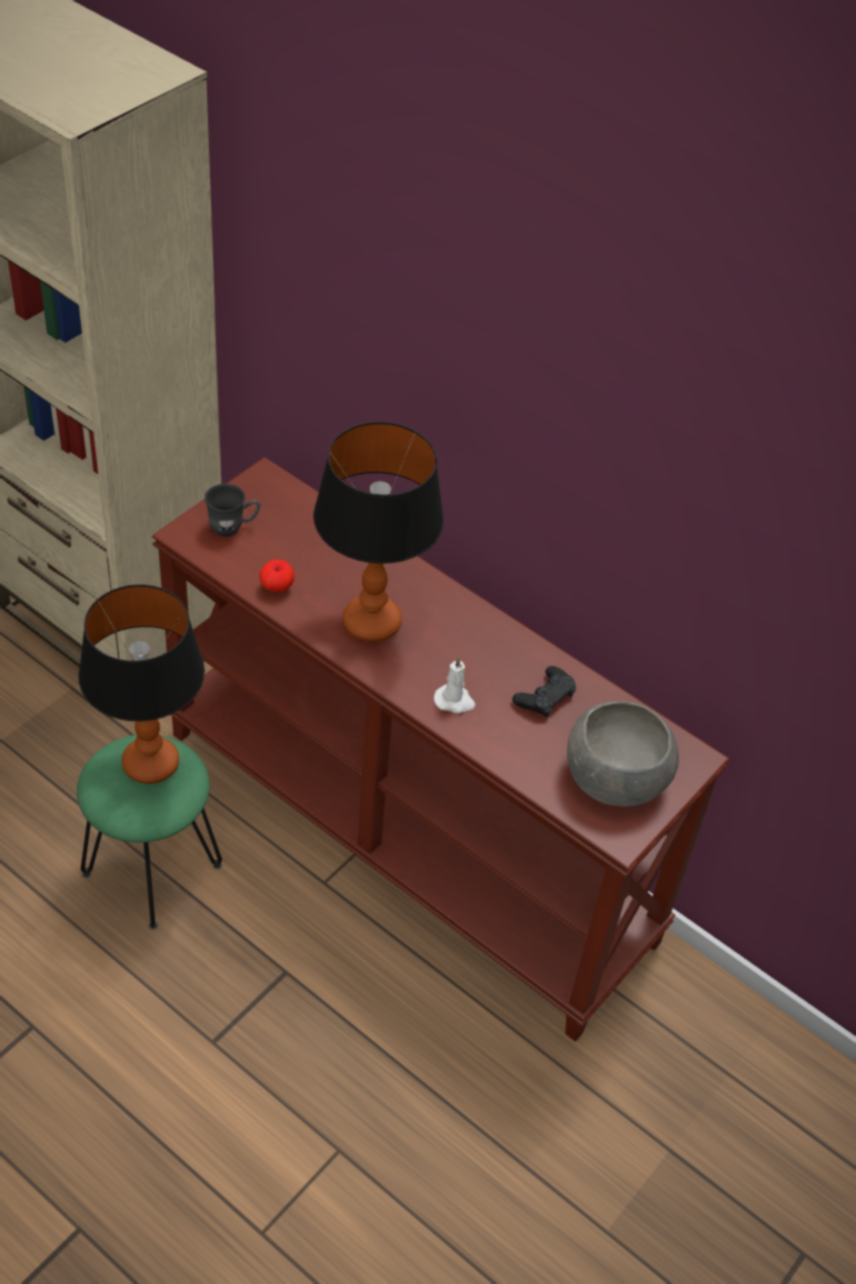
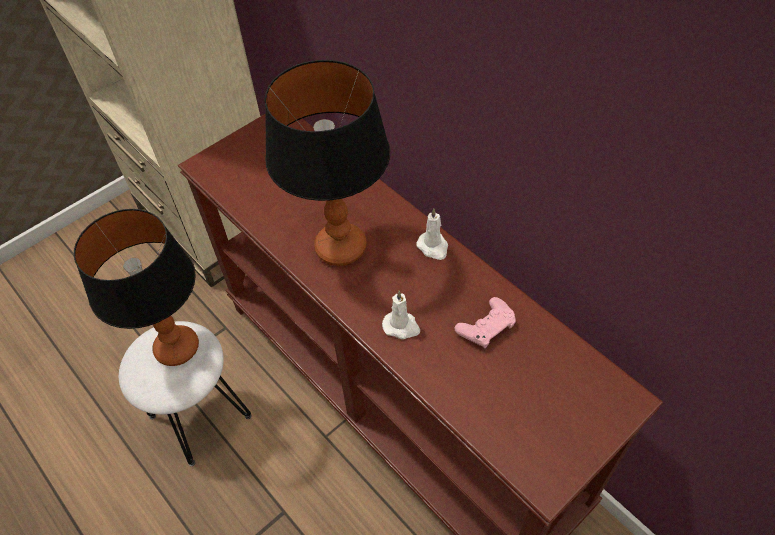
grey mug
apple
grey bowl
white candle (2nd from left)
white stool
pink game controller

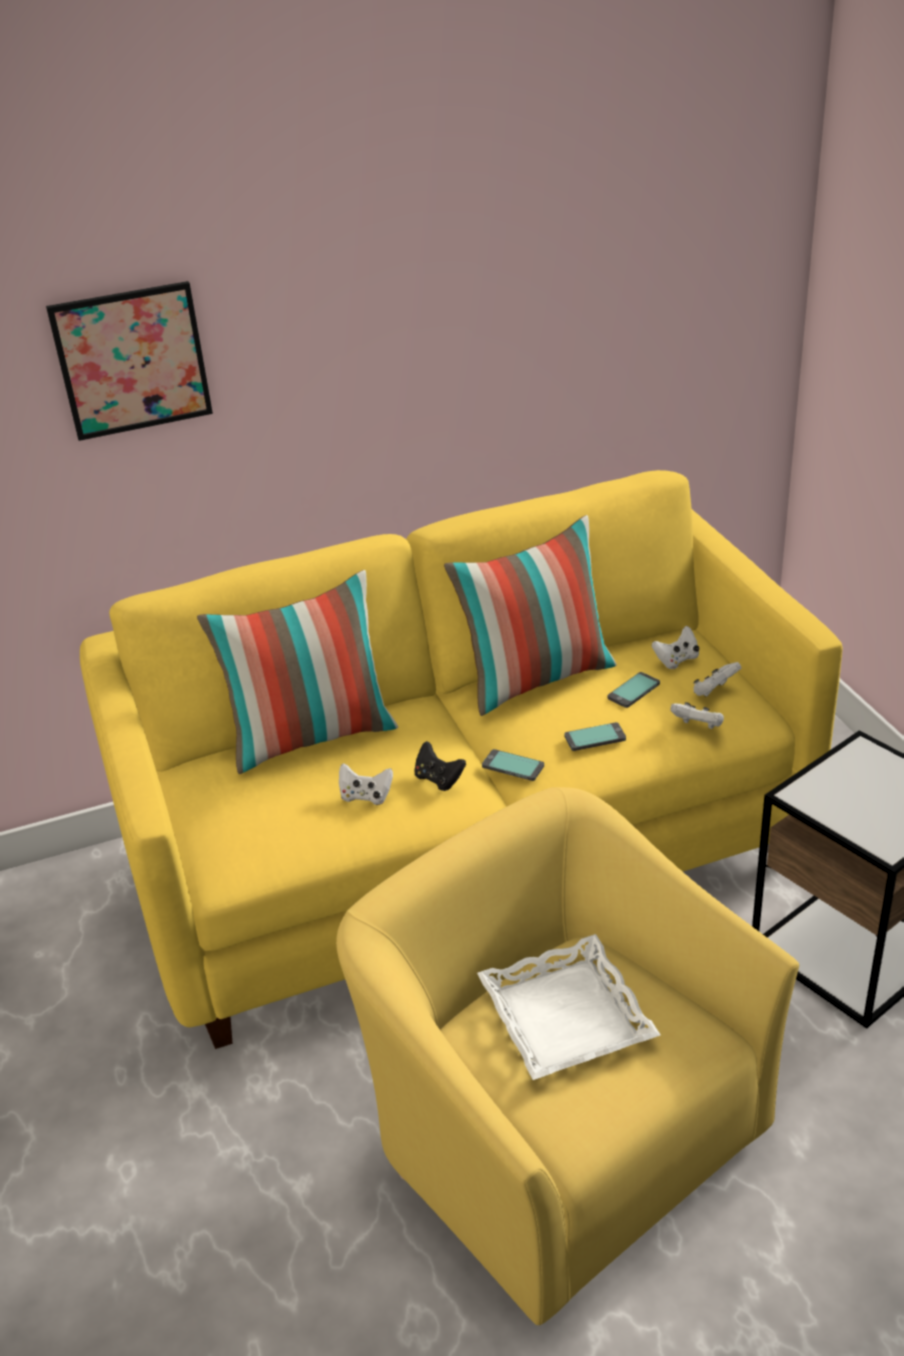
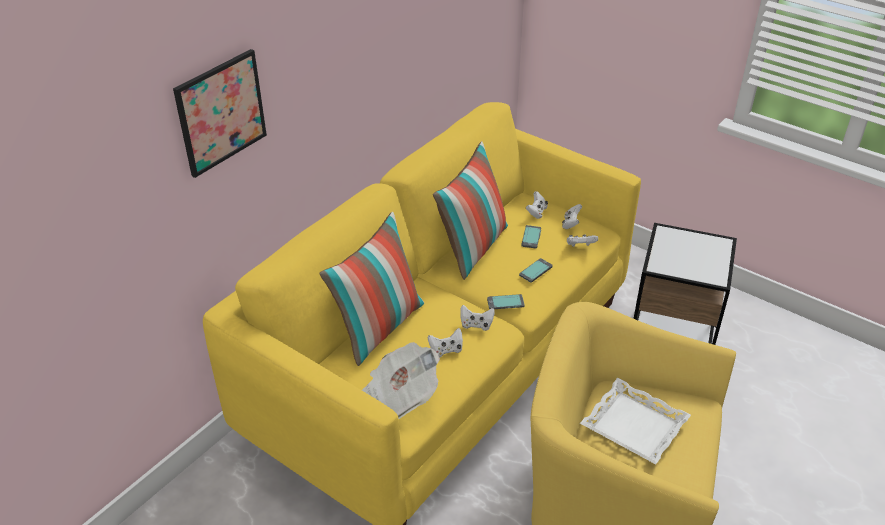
newspaper
white game controller (2nd from left)

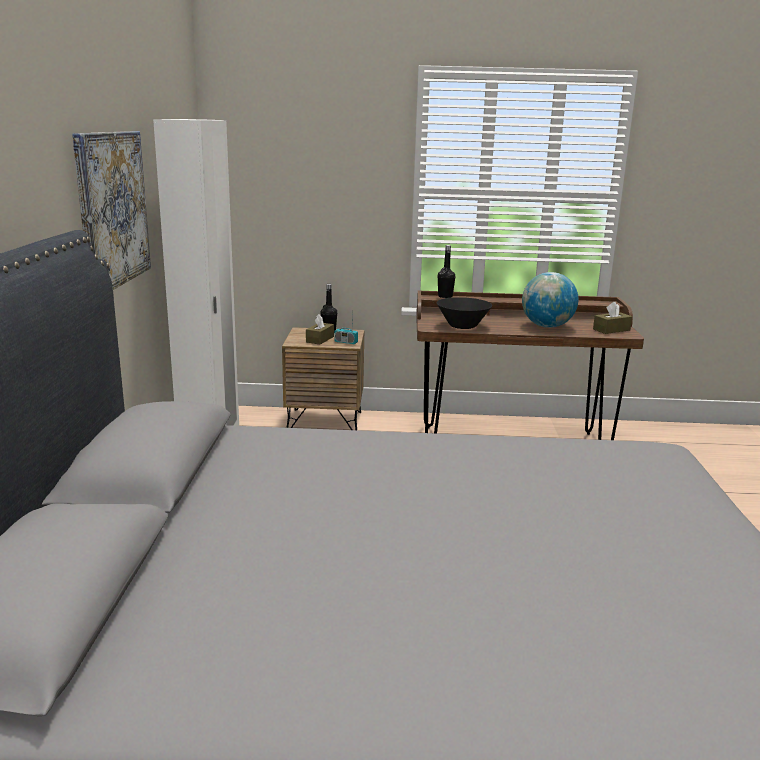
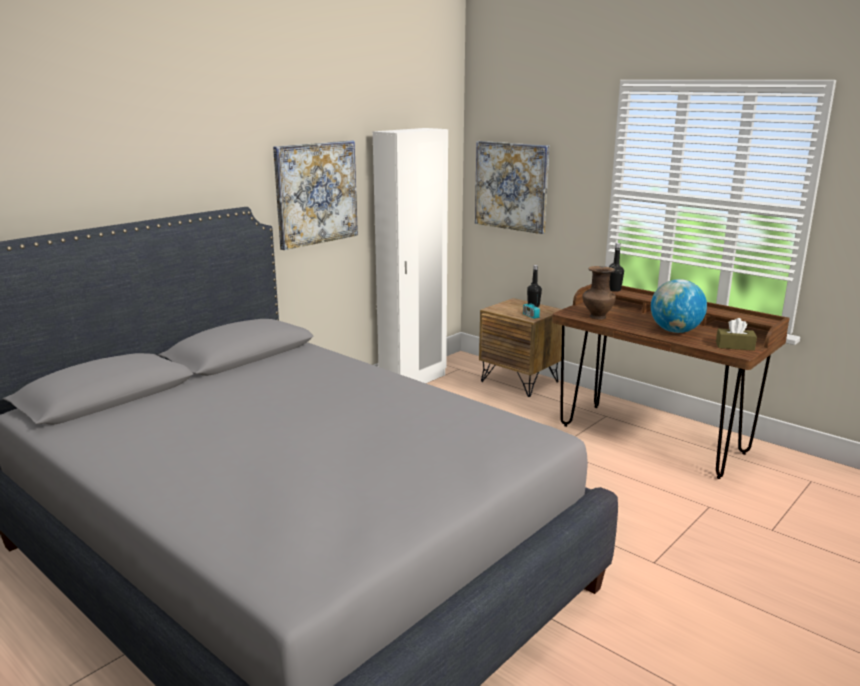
brown tissue box (1st from left in the first image)
picture (2nd from left)
brown vase

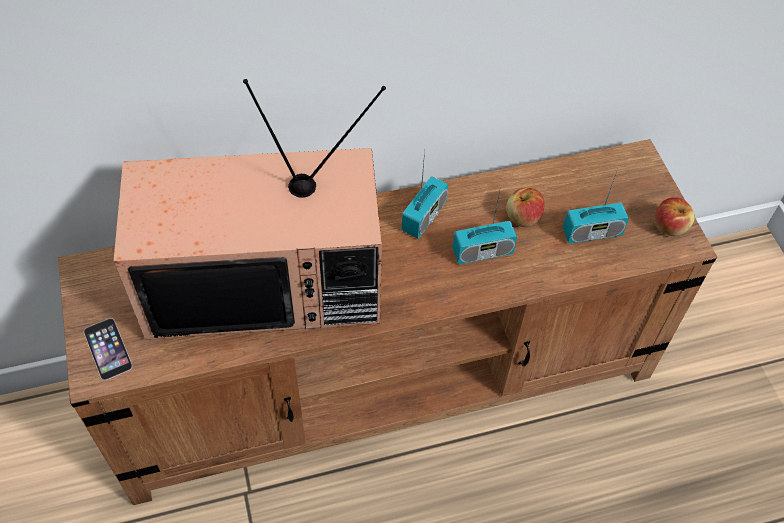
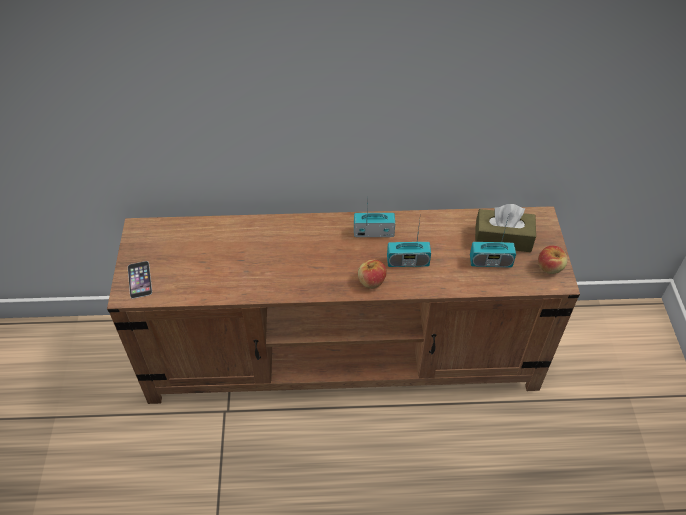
television
brown tissue box
apple (1st from left)
radio (1st from left)

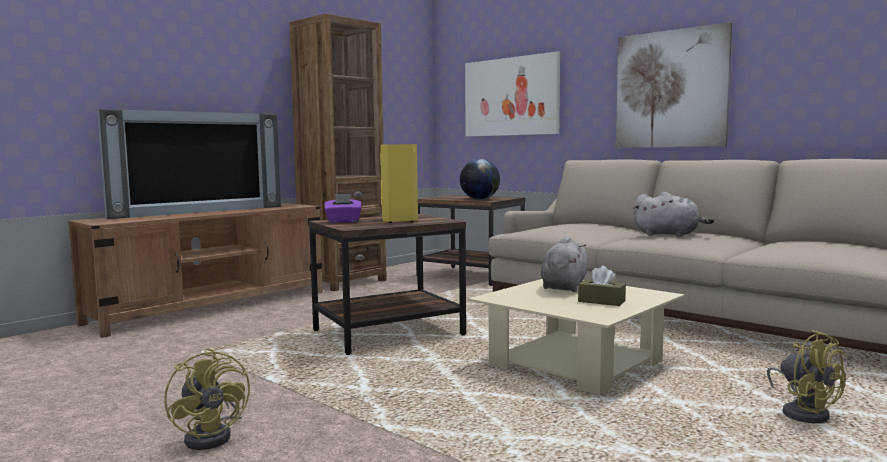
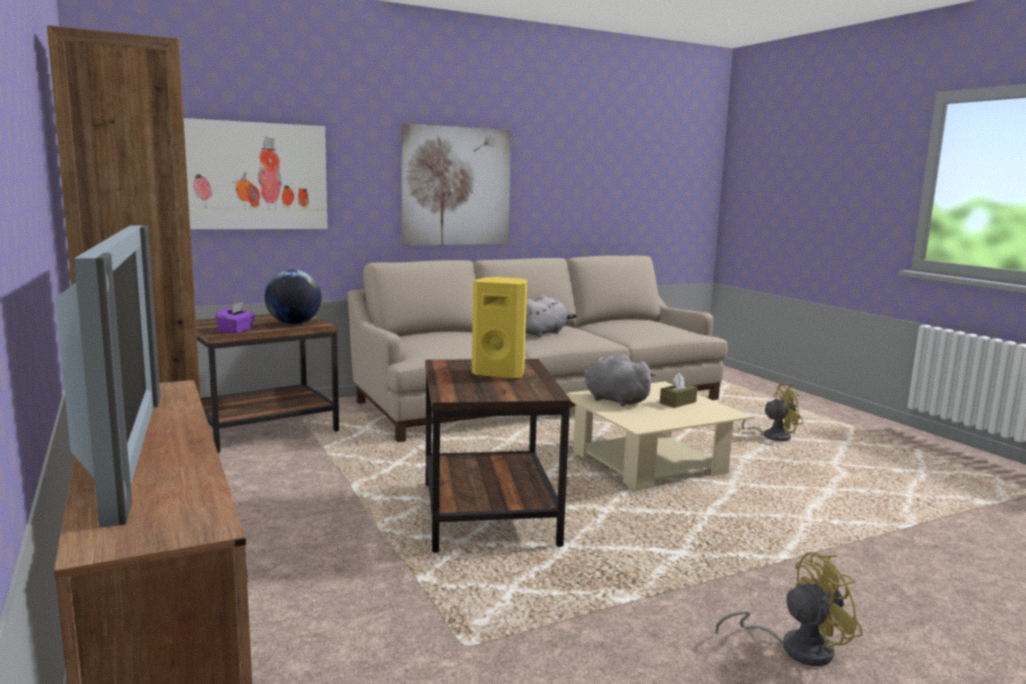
purple tissue box

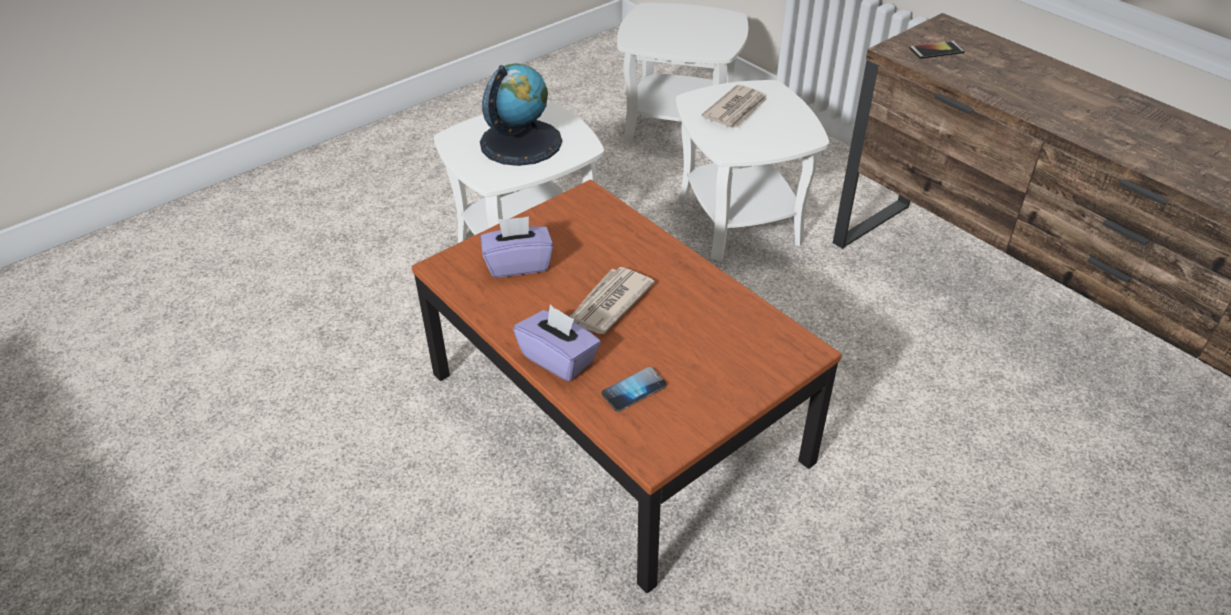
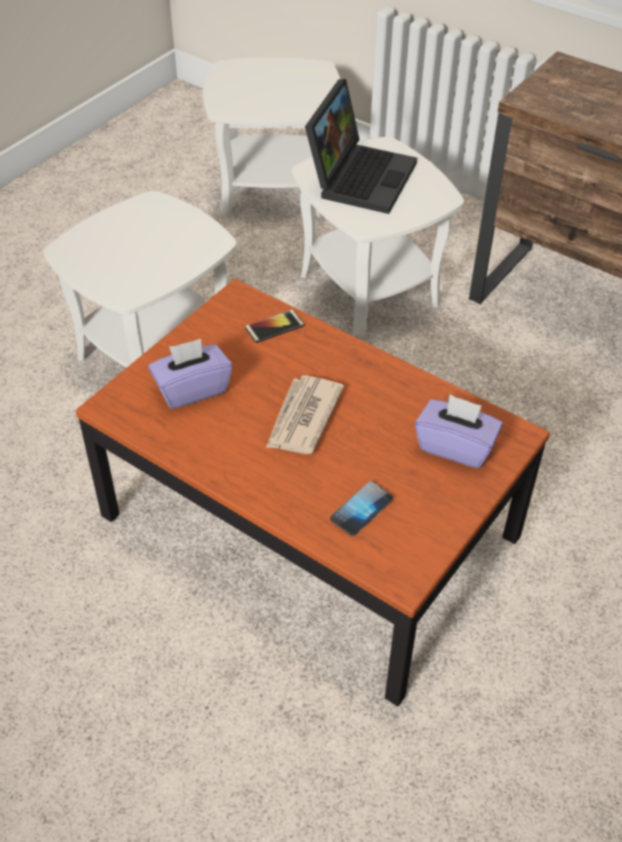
globe
purple tissue box (2nd from left)
phone (1st from left)
laptop

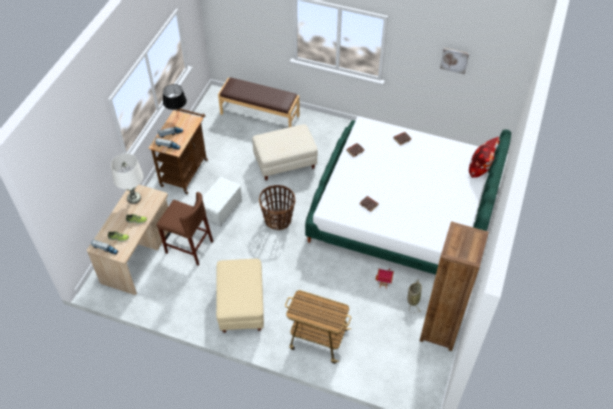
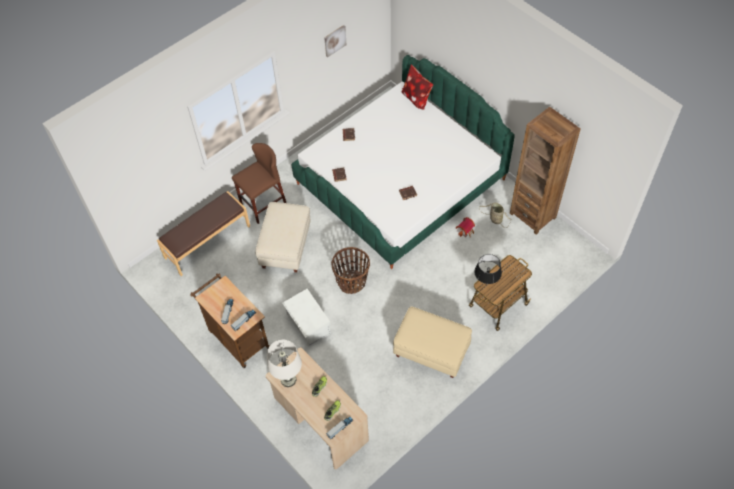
brown stool
black table lamp

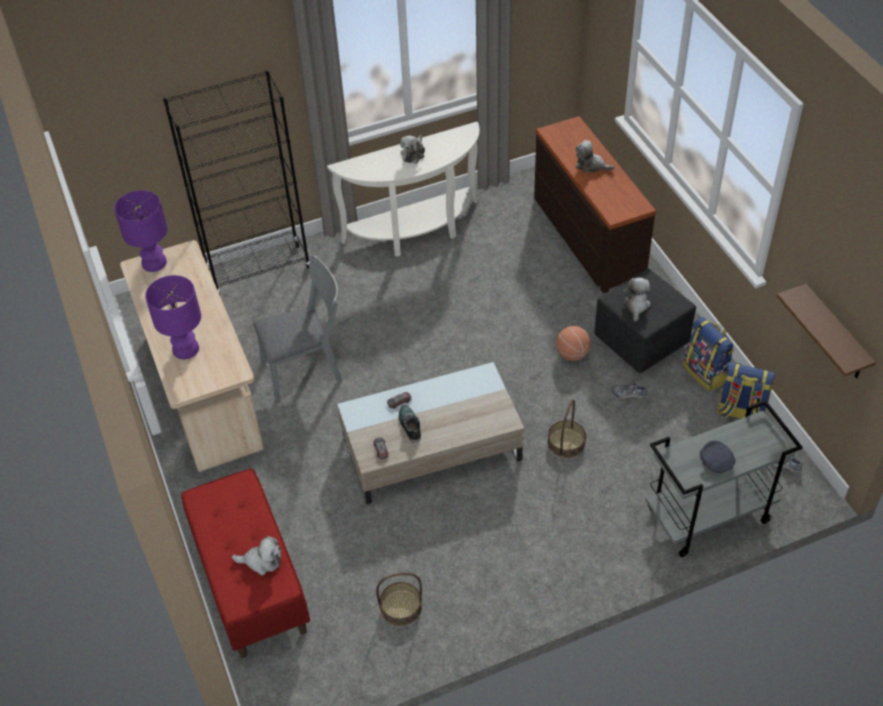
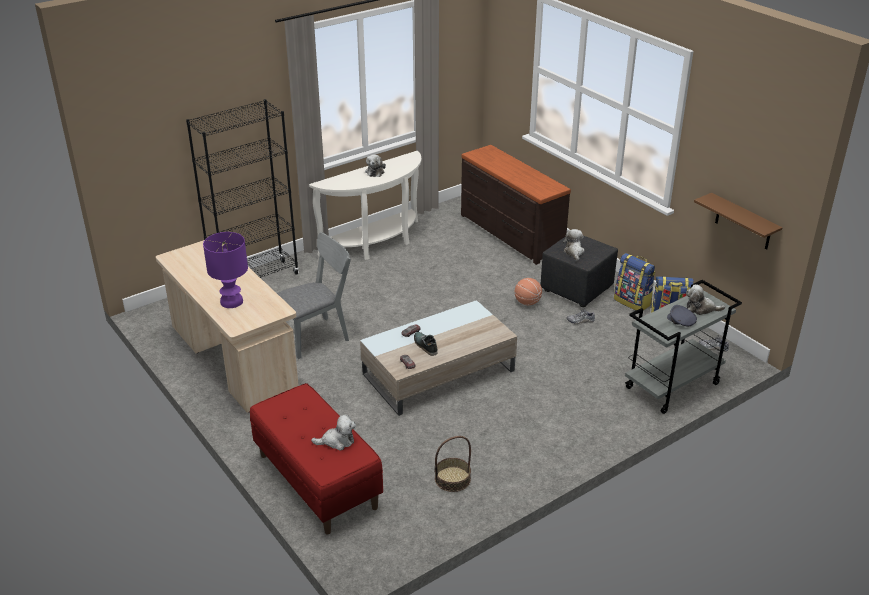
purple table lamp (1st from left in the first image)
basket (2nd from left in the first image)
plush toy (4th from left)

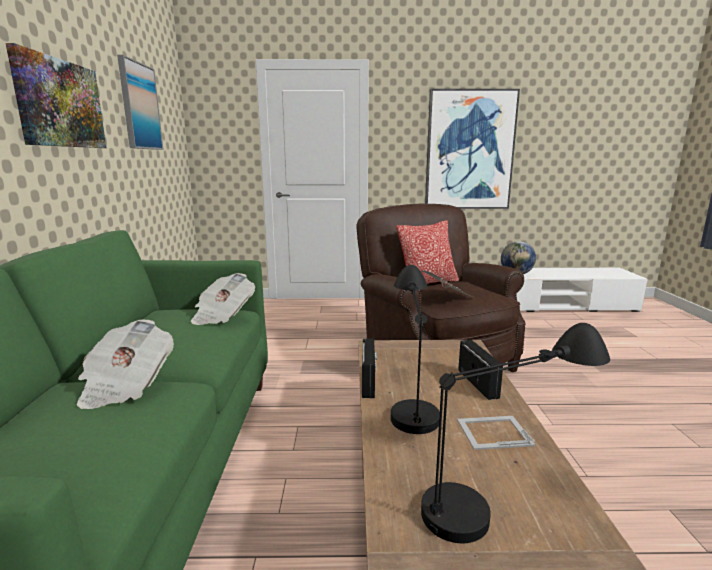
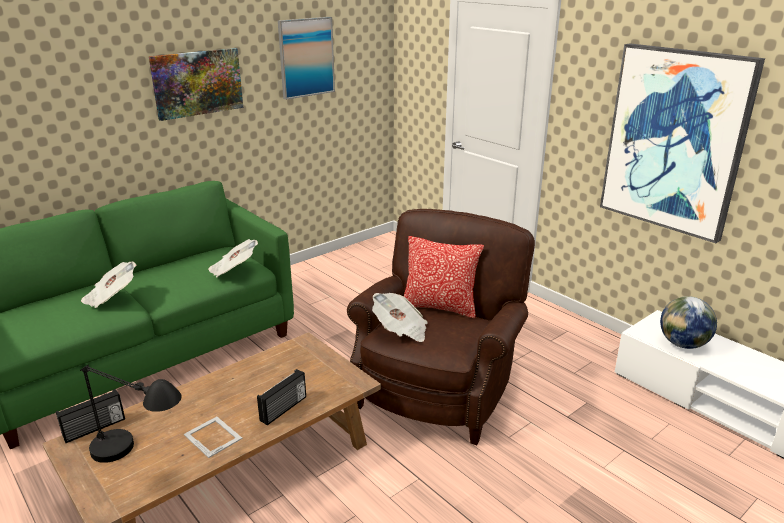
black table lamp (1st from left in the first image)
radio (1st from left)

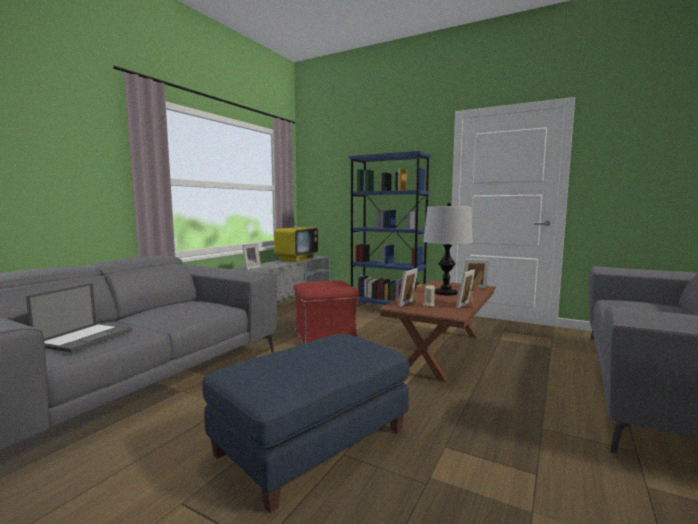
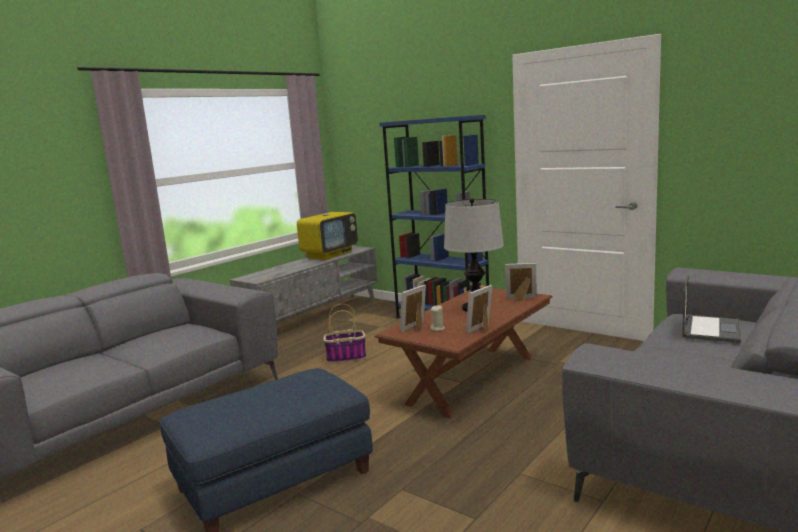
picture frame (1st from left in the first image)
laptop
basket

